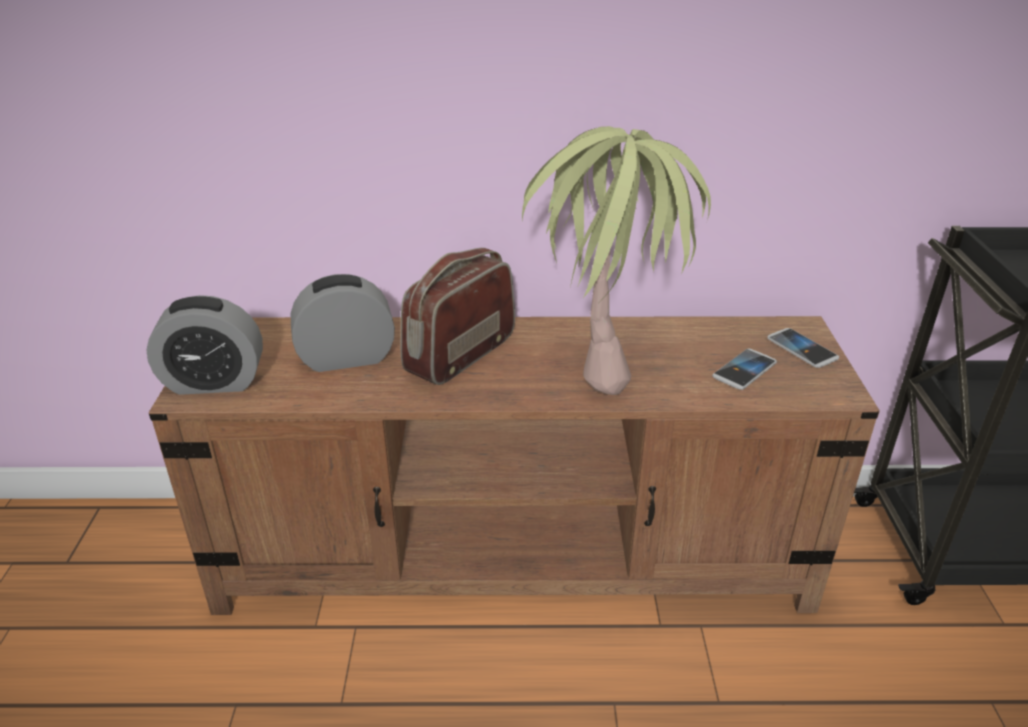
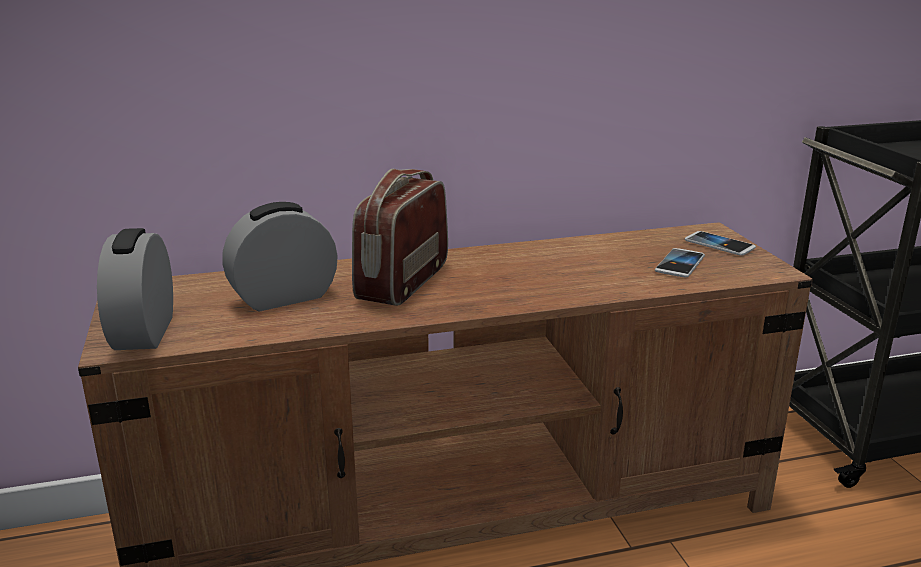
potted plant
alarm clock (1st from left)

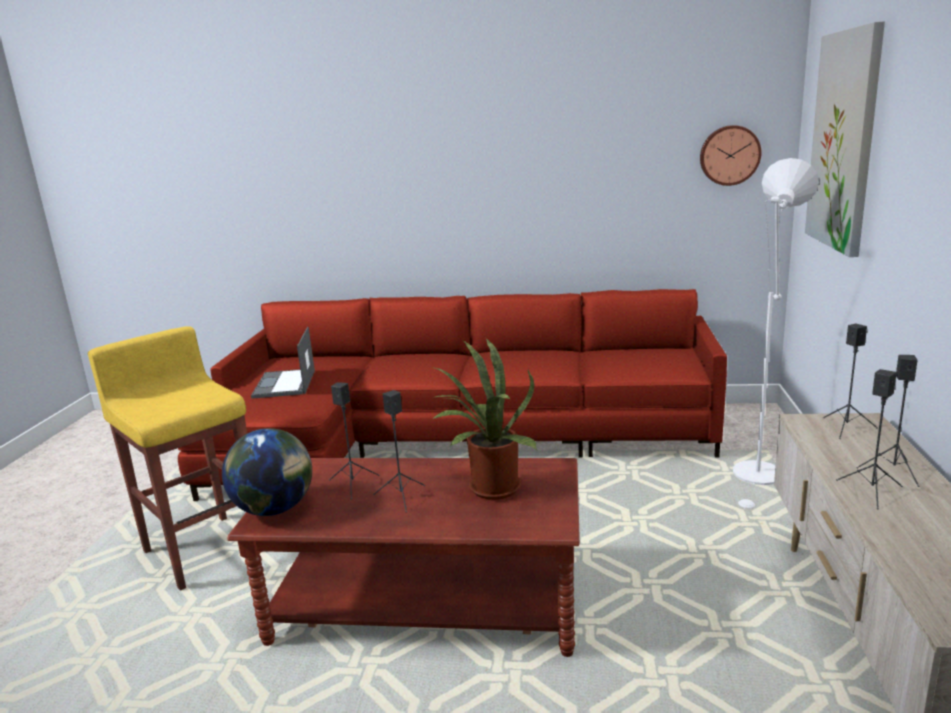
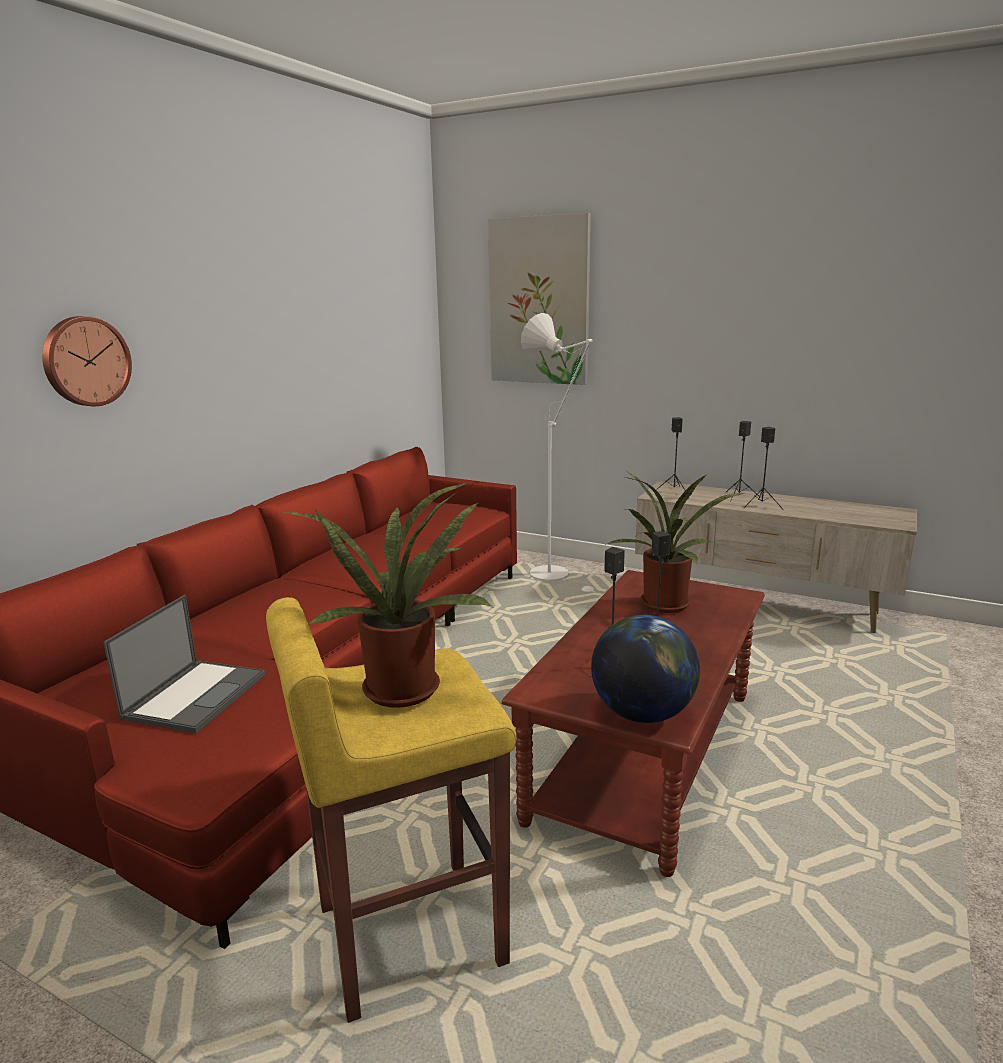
potted plant (1st from left)
wall clock
laptop

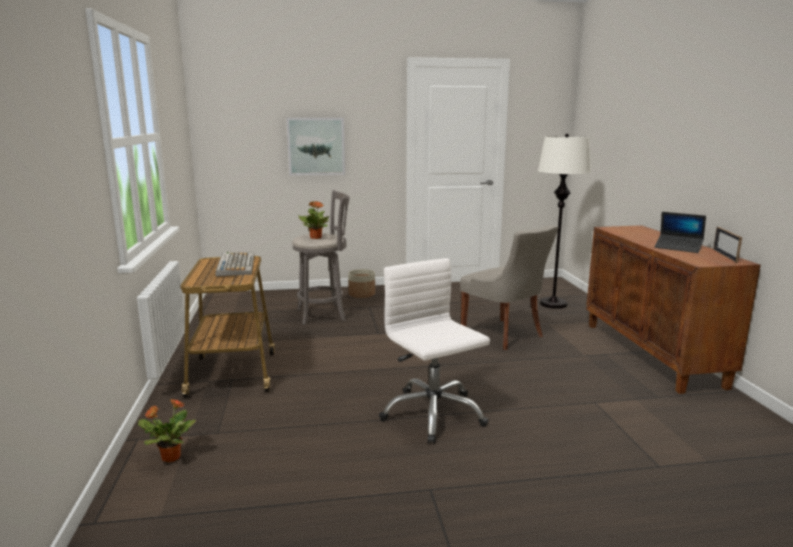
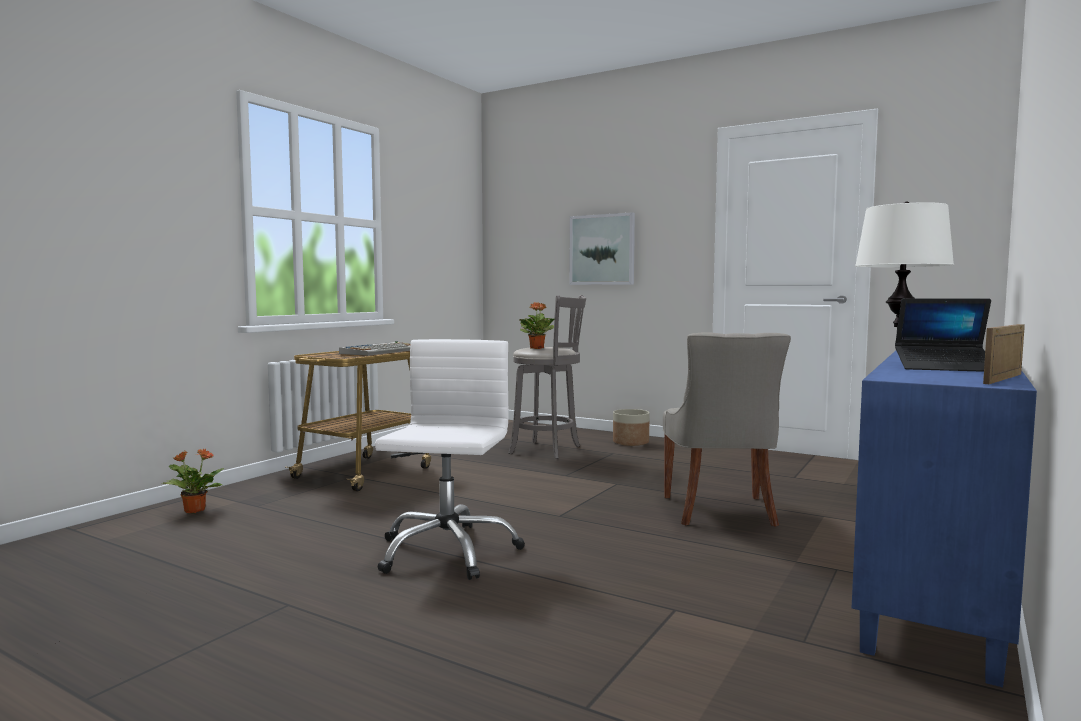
blue cabinet
laptop

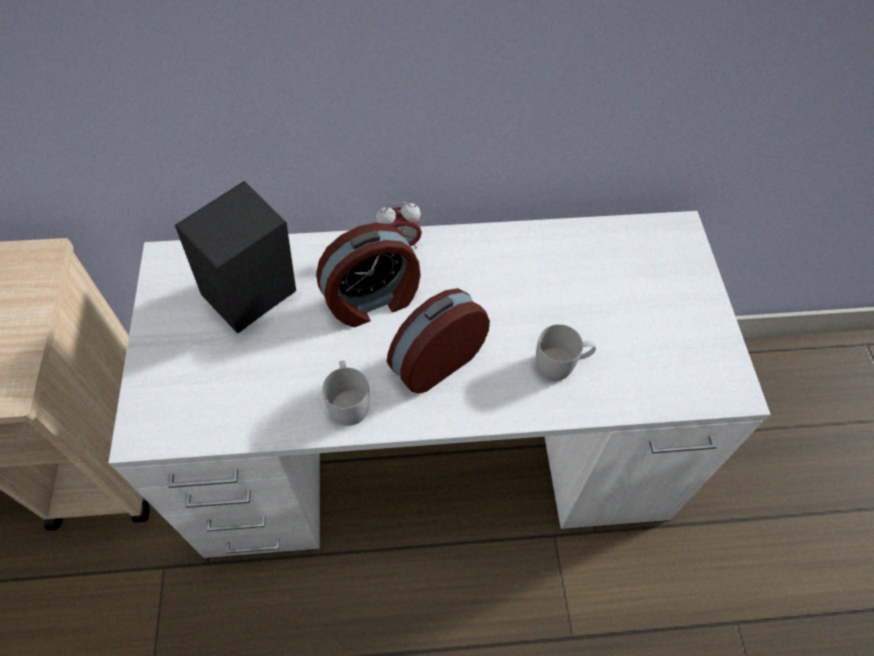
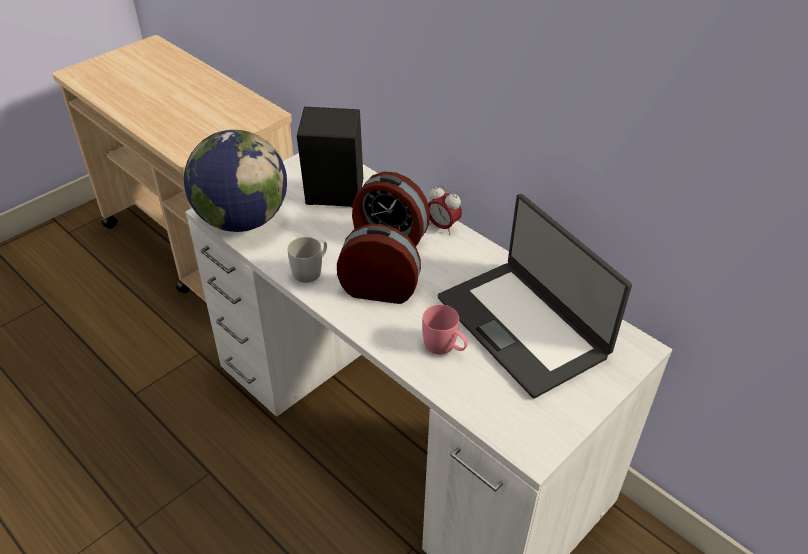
globe
laptop
pink mug

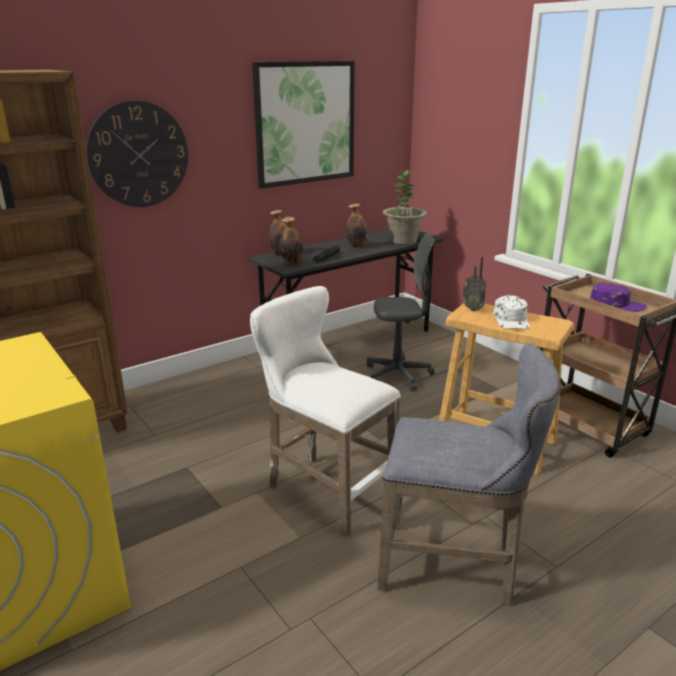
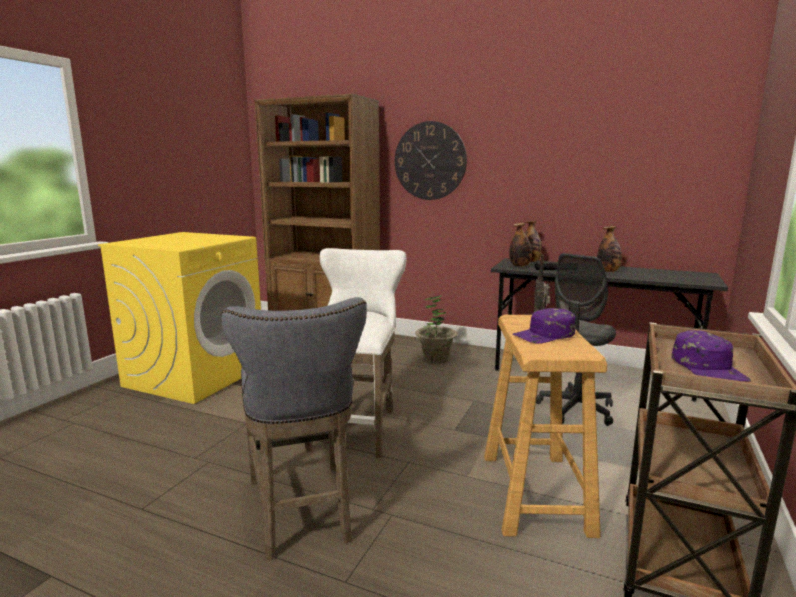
picture
potted plant
purple cap (1st from left)
grey office chair

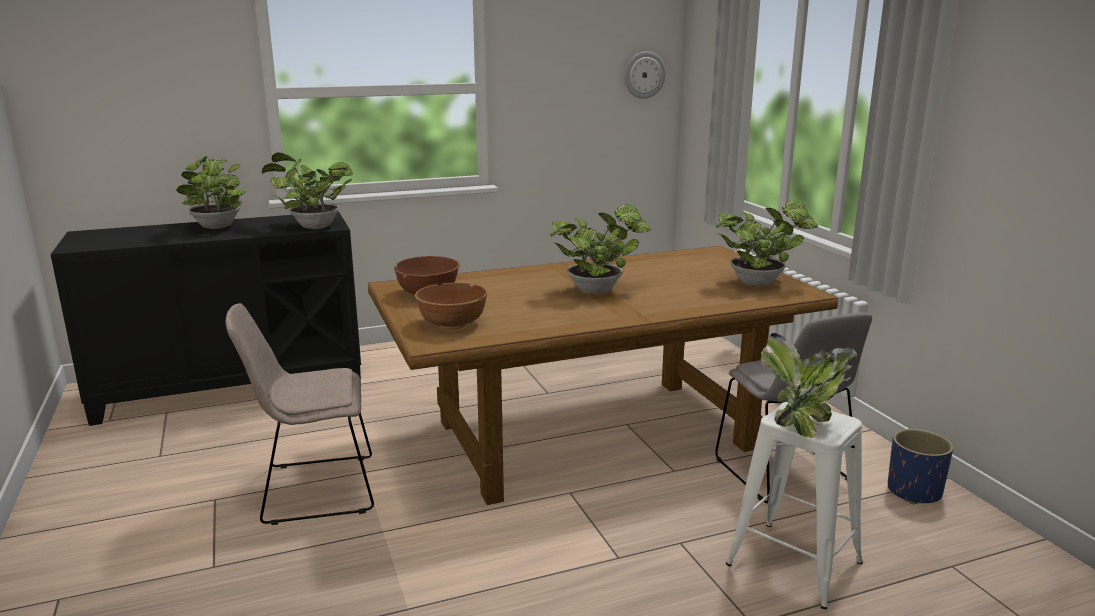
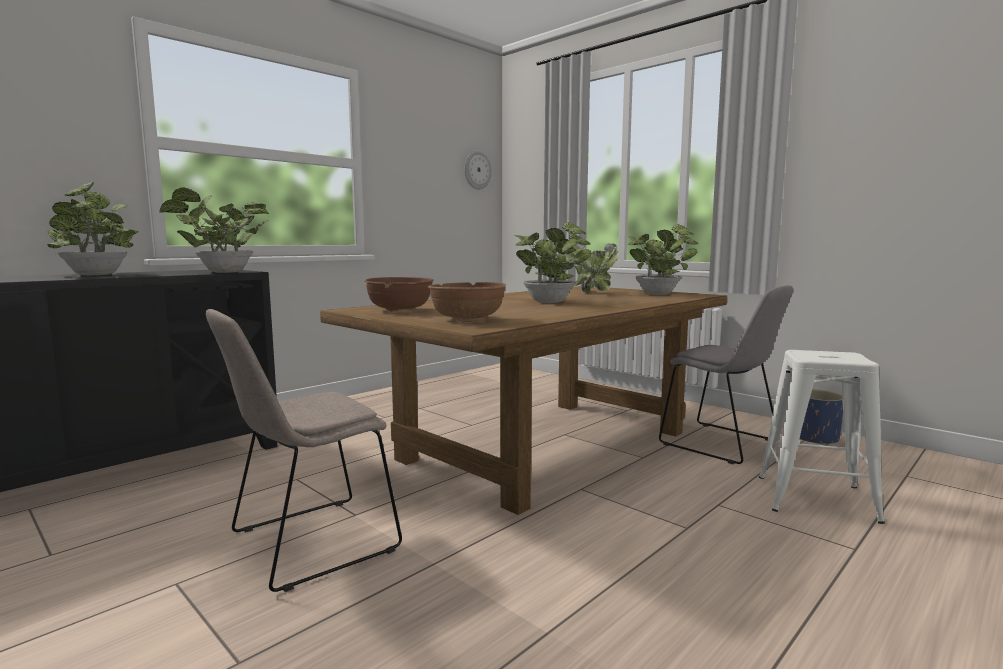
potted plant (4th from left)

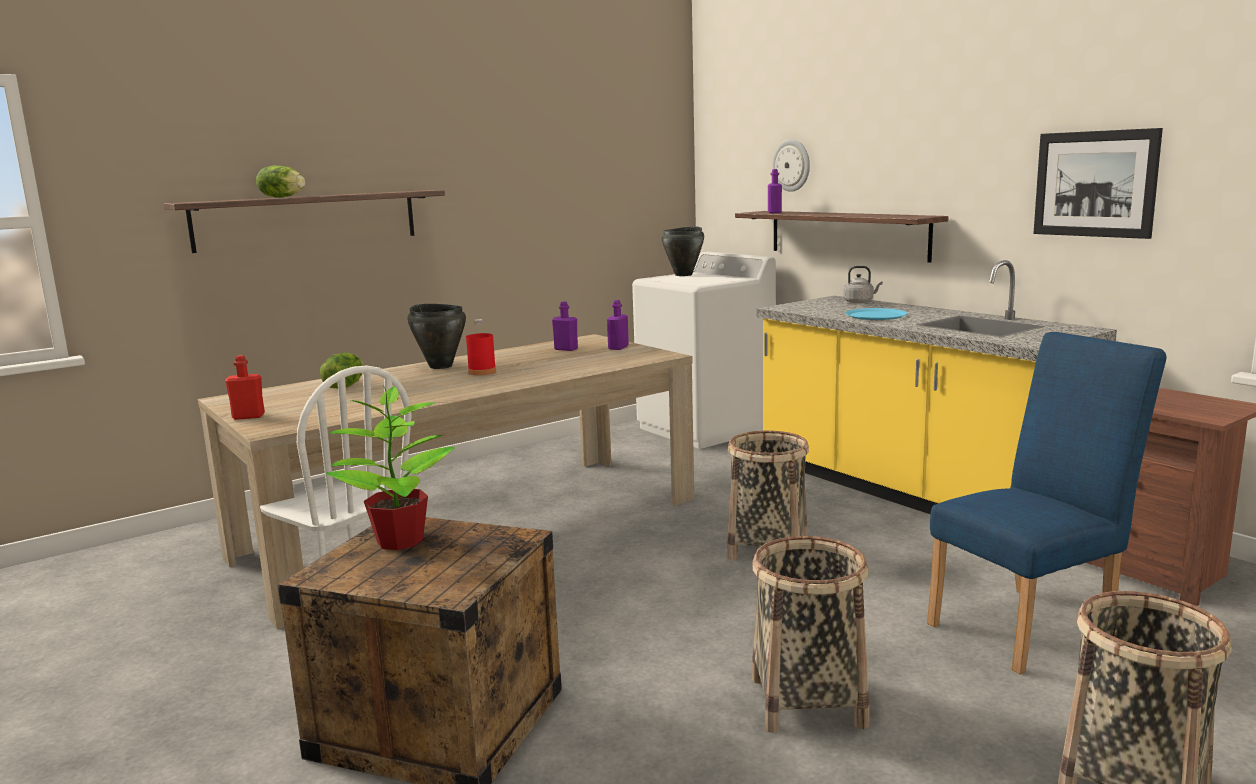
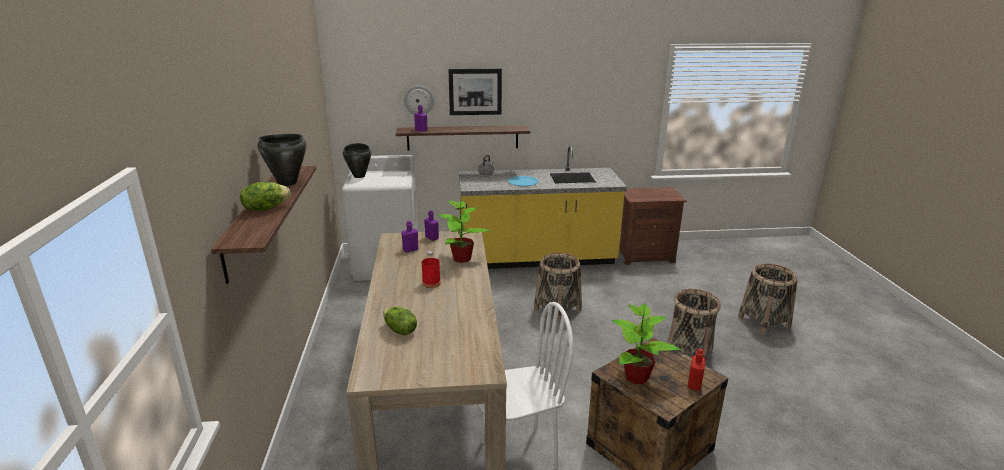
blue chair
potted plant (1st from left)
red bottle (2nd from left)
black cooking pot (1st from left)
picture

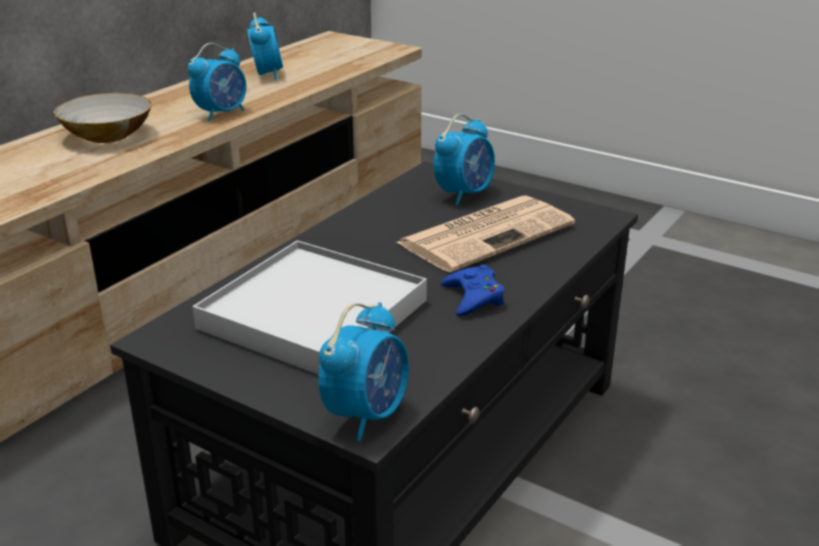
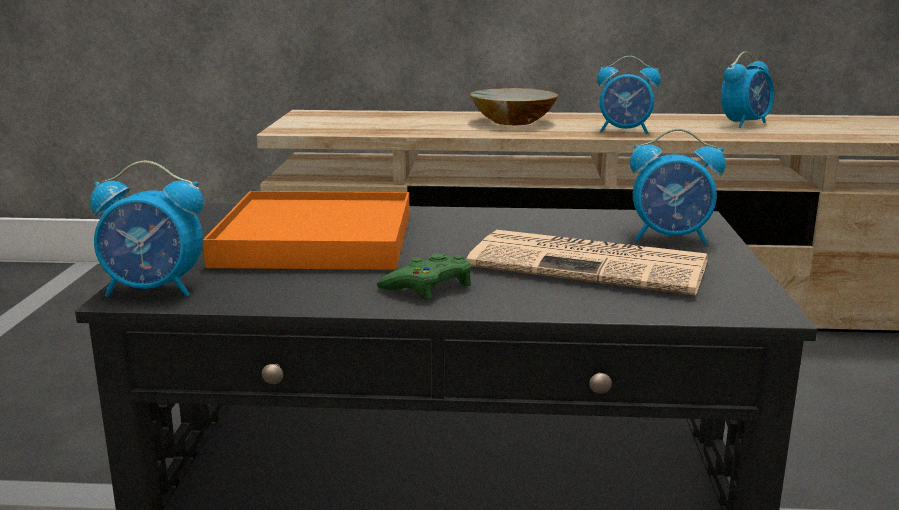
orange tray
green game controller

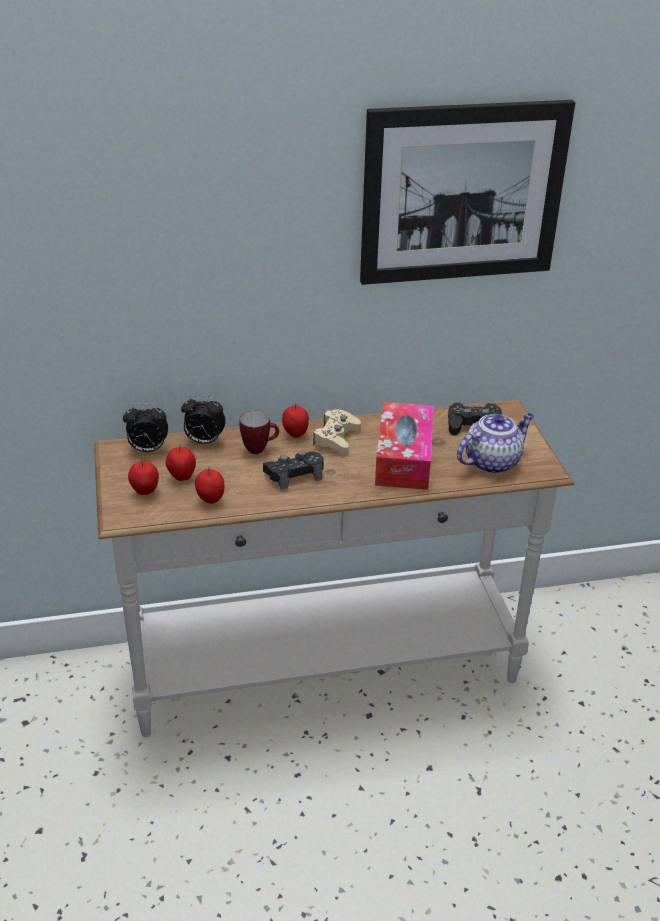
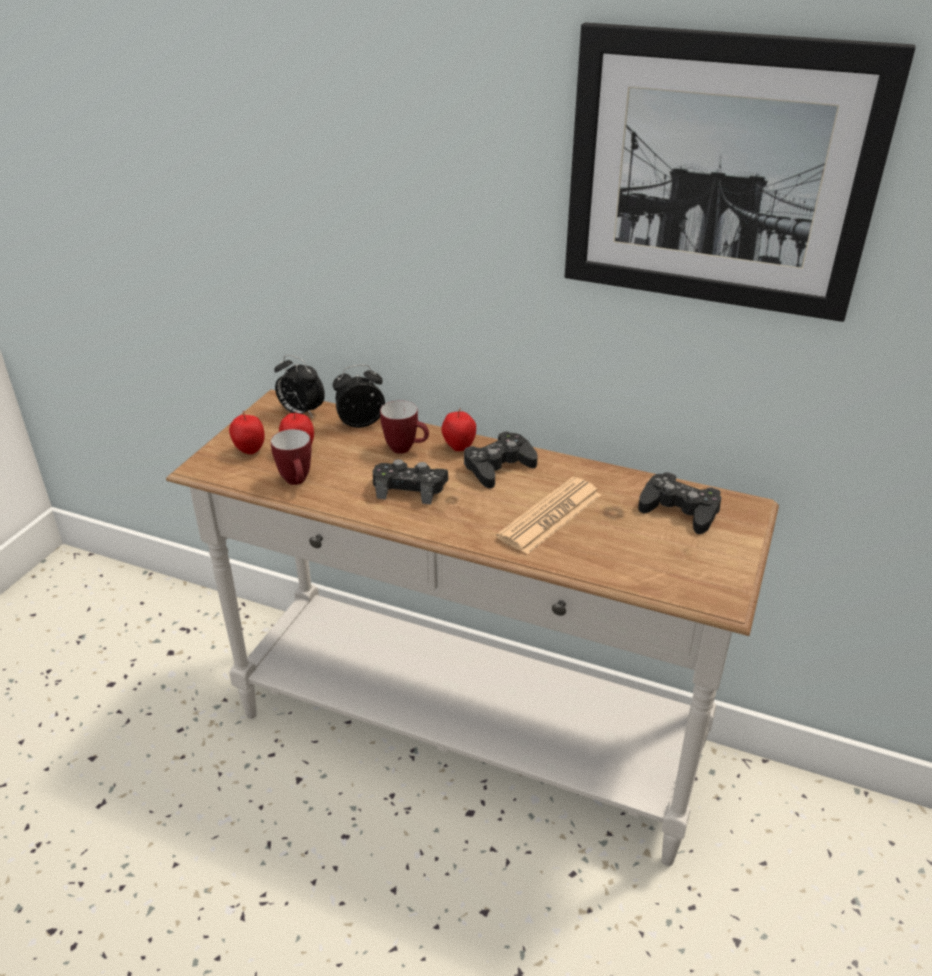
teapot
mug (1st from left)
newspaper
black game controller (2nd from left)
alarm clock (2nd from left)

